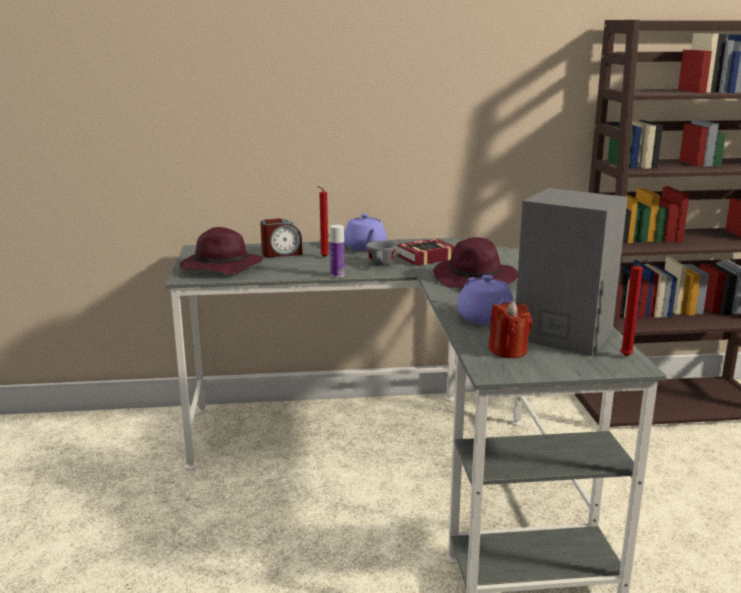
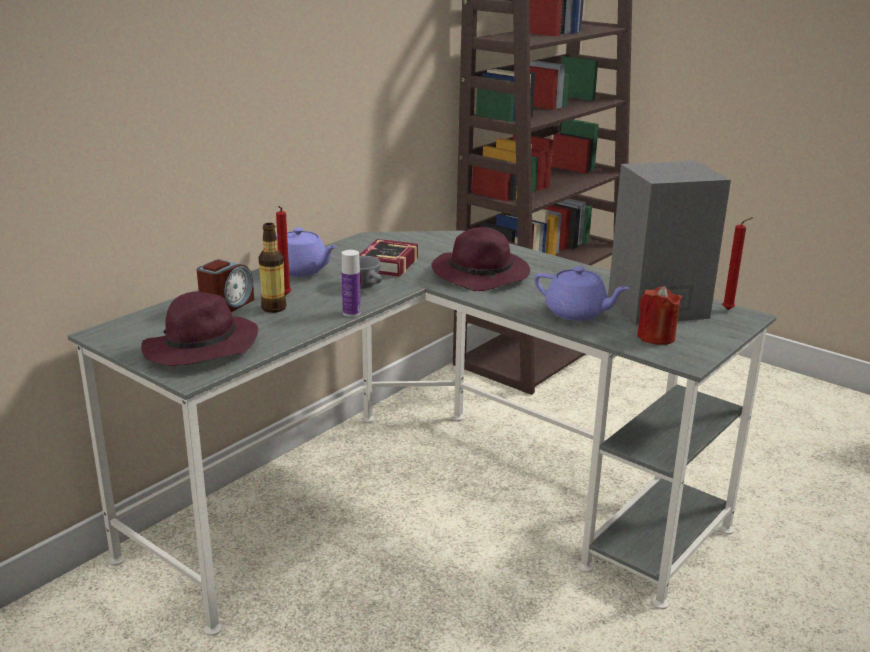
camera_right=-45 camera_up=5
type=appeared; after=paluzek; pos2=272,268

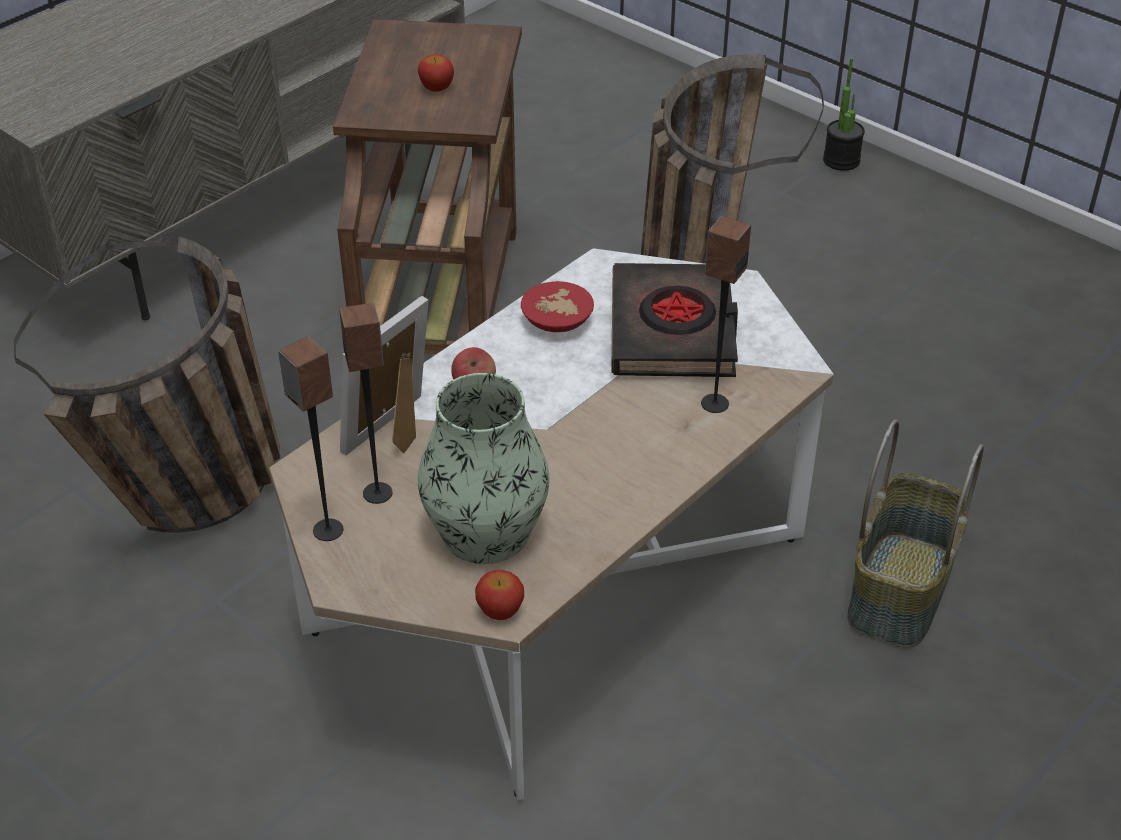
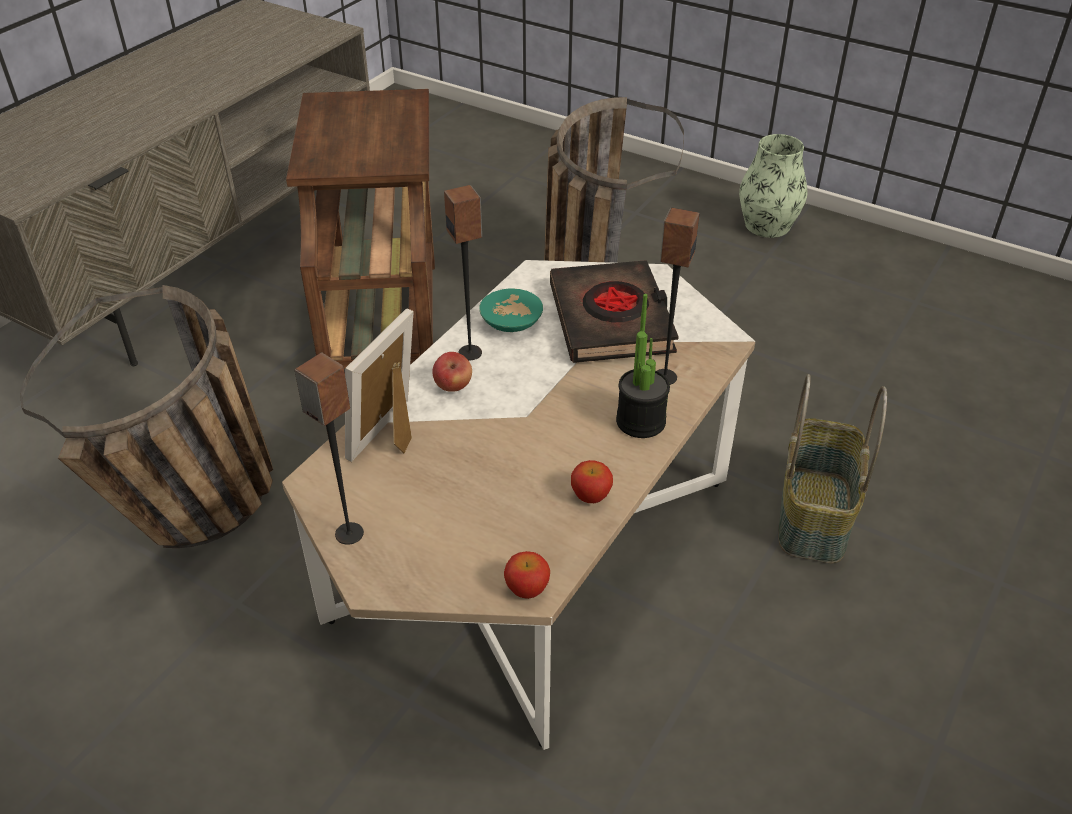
camera_right=-10 camera_up=0
type=relocated; before=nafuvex; pos1=436,73; pos2=592,481
type=relocated; before=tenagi; pos1=844,114; pos2=643,366
type=colour; before=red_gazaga; after=turquoise_gazaga; pos1=557,306; pos2=511,310
type=relocated; before=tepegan; pos1=366,403; pos2=463,272
type=relocated; before=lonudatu; pos1=484,468; pos2=773,186

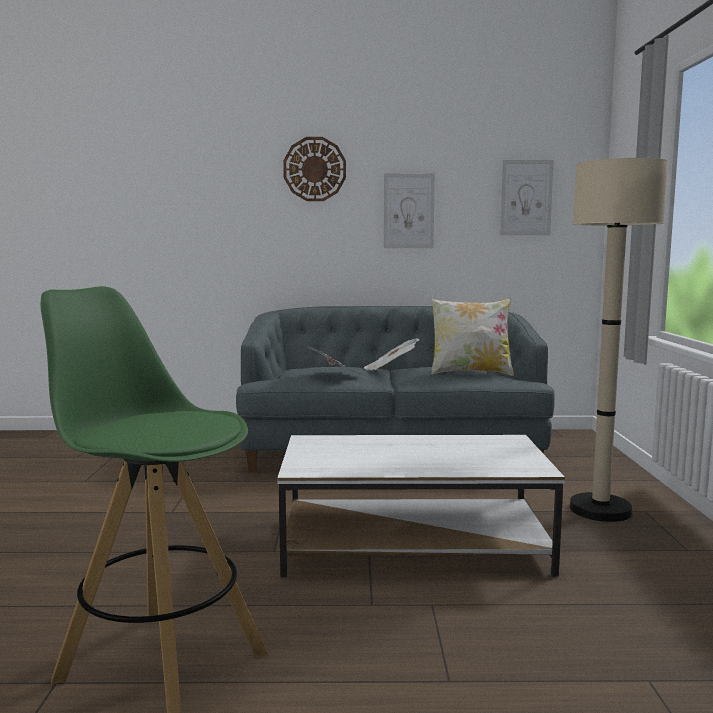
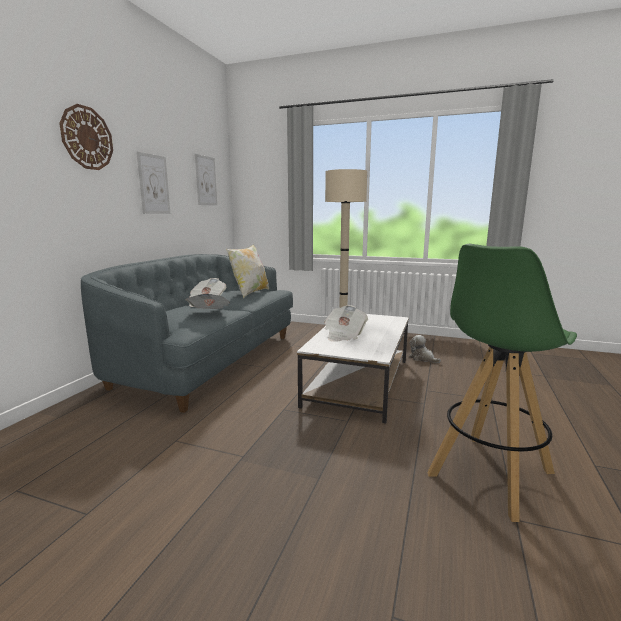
camera_right=-70 camera_up=5
type=appeared; after=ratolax; pos2=346,323
type=appeared; after=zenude; pos2=425,349

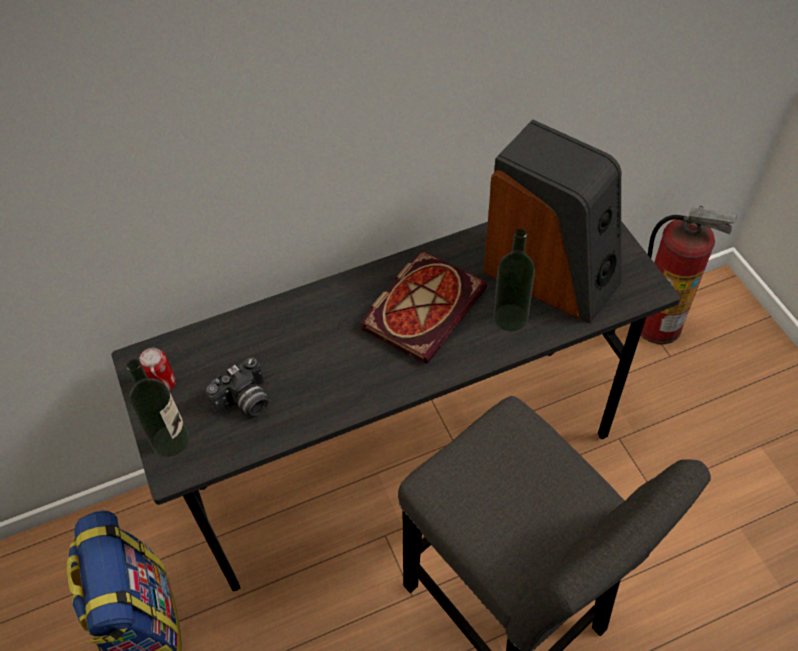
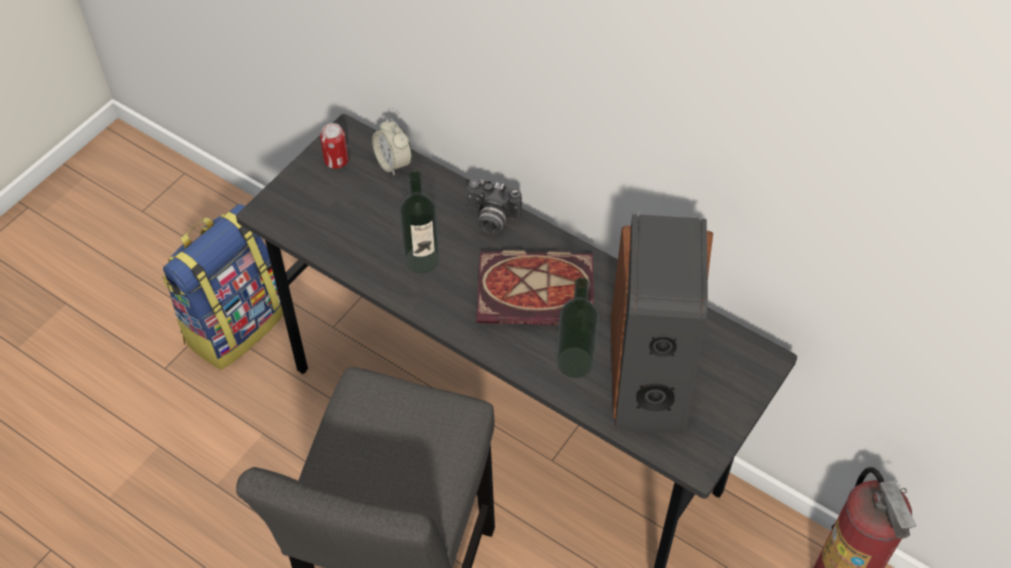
camera_right=55 camera_up=0
type=relocated; before=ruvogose; pos1=237,386; pos2=494,206
type=relocated; before=paluzek; pos1=157,408; pos2=419,222
type=appeared; after=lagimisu; pos2=392,147

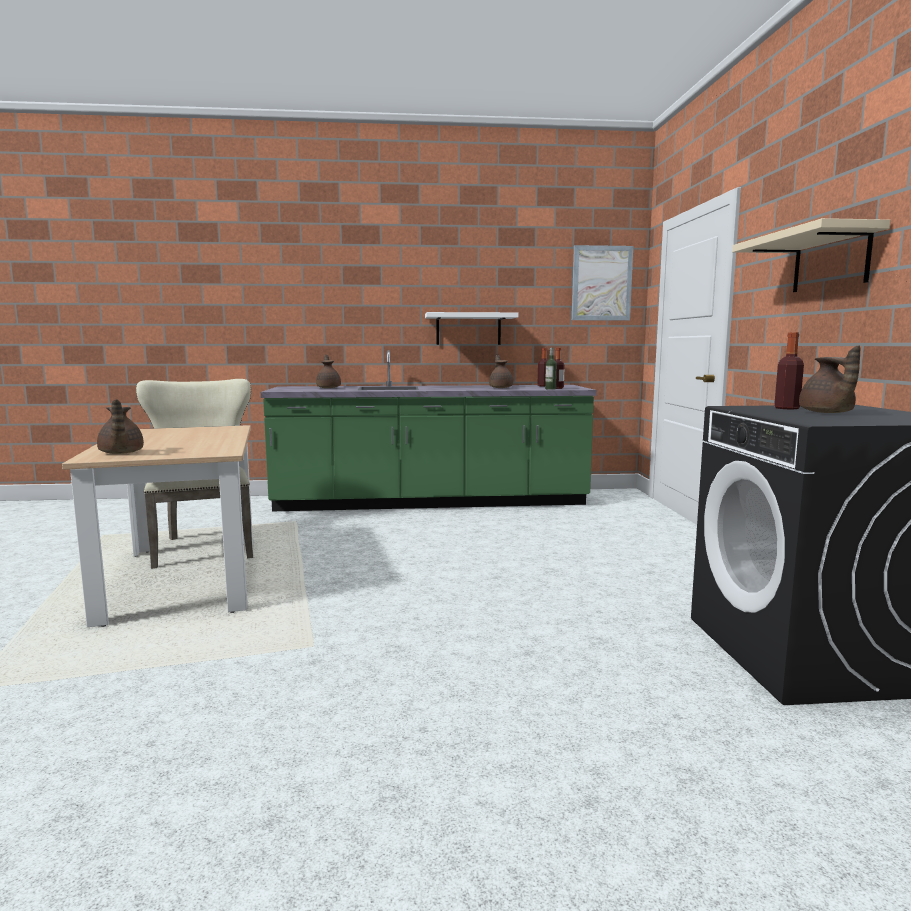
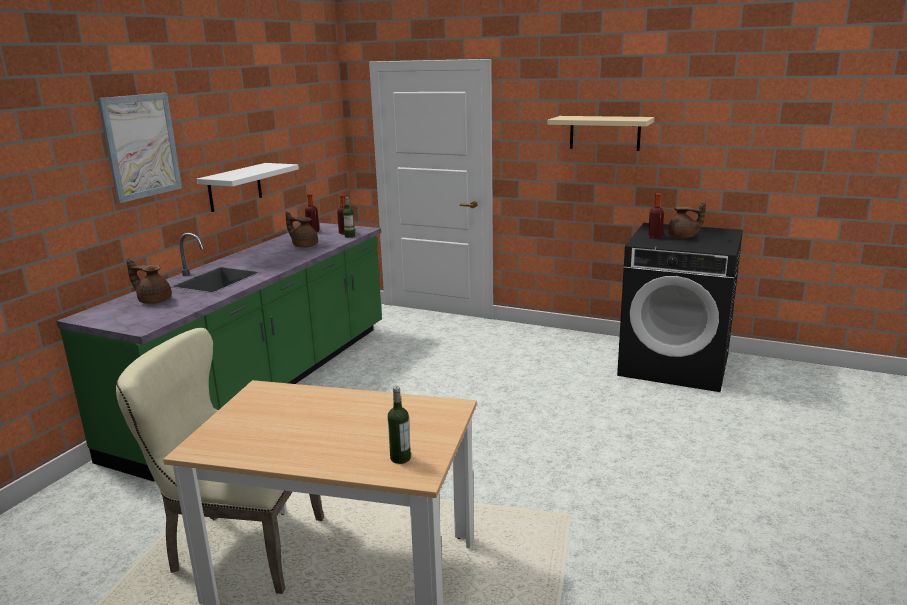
camera_right=-60 camera_up=10
type=relocated; before=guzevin; pos1=602,283; pos2=139,148
type=exchanged; before=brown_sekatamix; after=paluzek; pos1=120,426; pos2=399,425

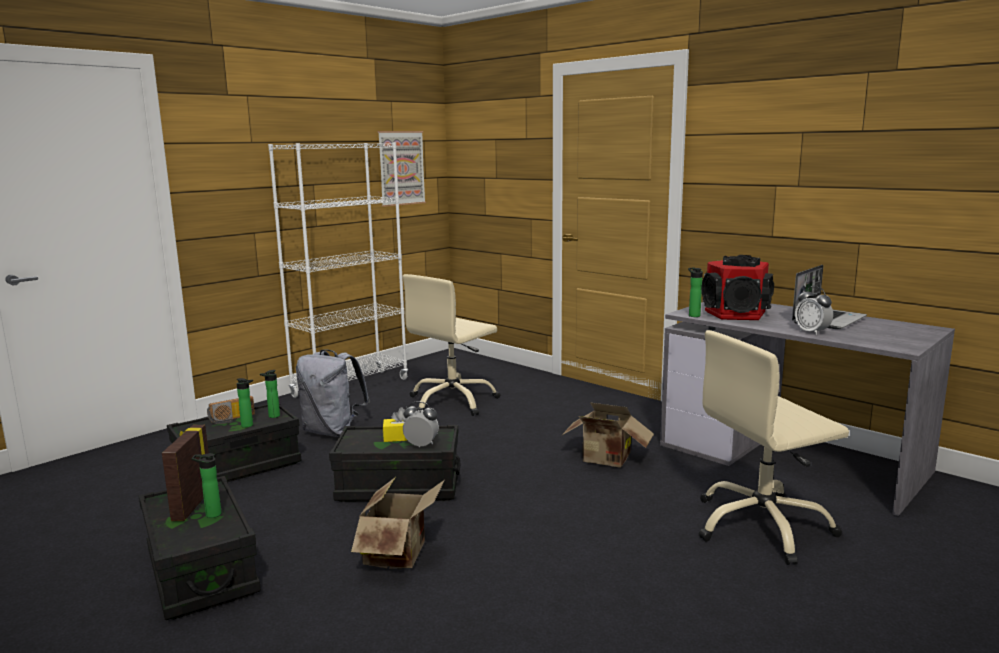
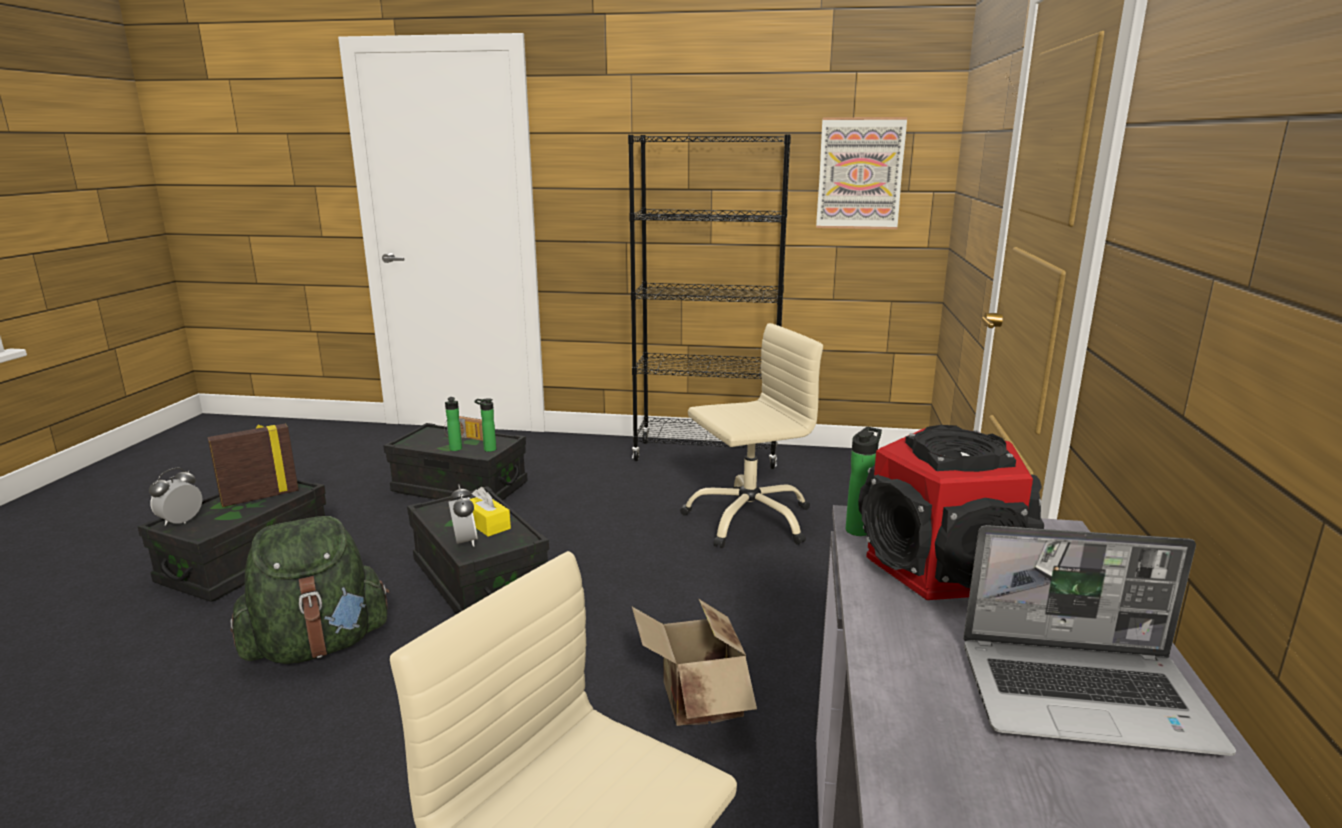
camera_right=55 camera_up=5
type=colour; before=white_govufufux; after=black_govufufux; pos1=338,270; pos2=709,301
type=spun; before=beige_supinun; pos1=451,345; pos2=751,435; turn=150
type=relocated; before=lagimisu; pos1=814,310; pos2=175,497
type=missing; before=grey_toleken; pos1=333,393
type=missing; before=paluzek; pos1=207,485
type=exchanged; before=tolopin; after=green_toleken; pos1=398,523; pos2=310,590

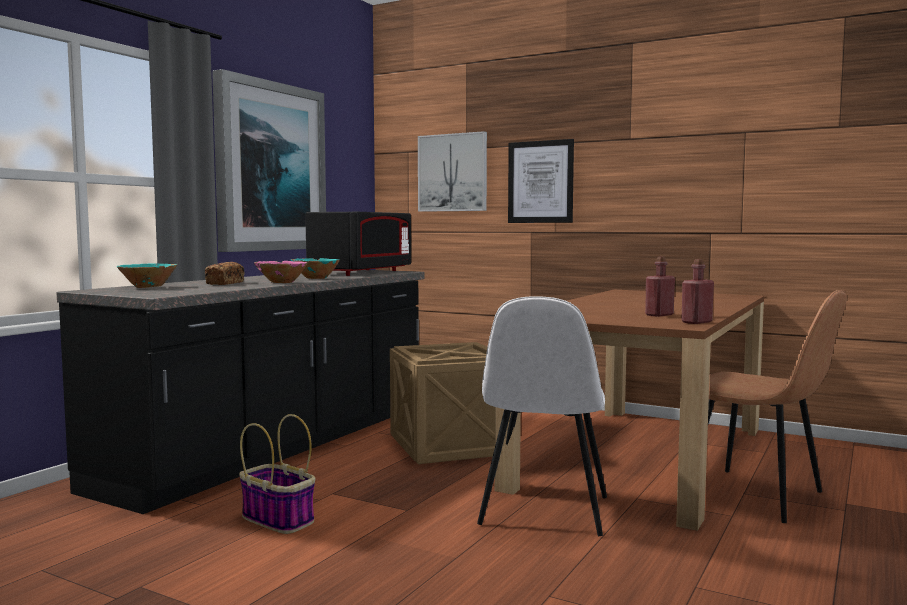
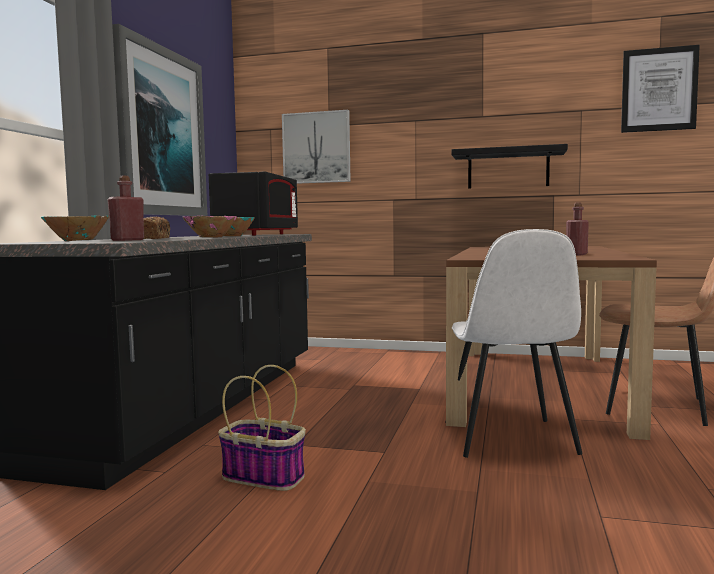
camera_right=-15 camera_up=0
type=relocated; before=guzevin; pos1=541,181; pos2=660,89
type=relocated; before=red_paluzek; pos1=697,291; pos2=125,208
type=missing; before=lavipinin; pos1=442,403
type=appeared; after=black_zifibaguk; pos2=510,166

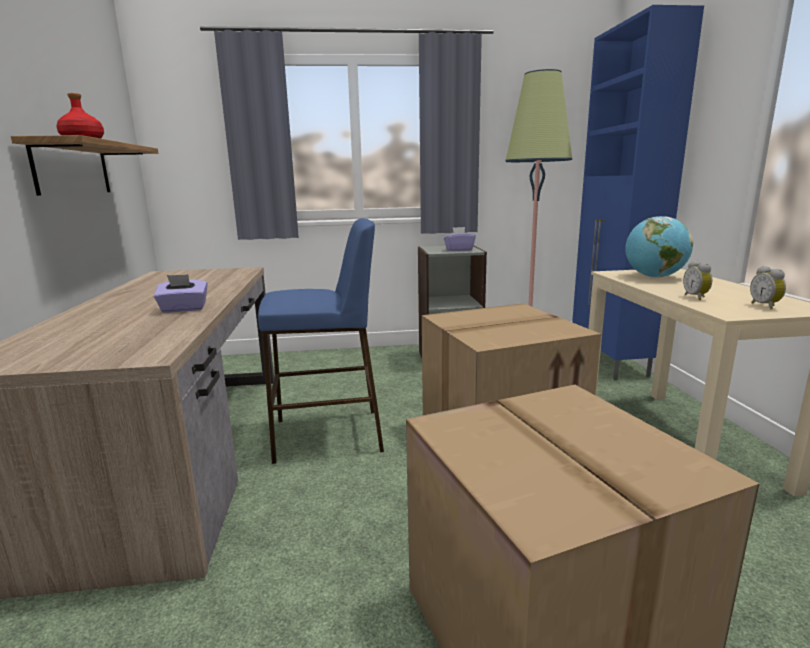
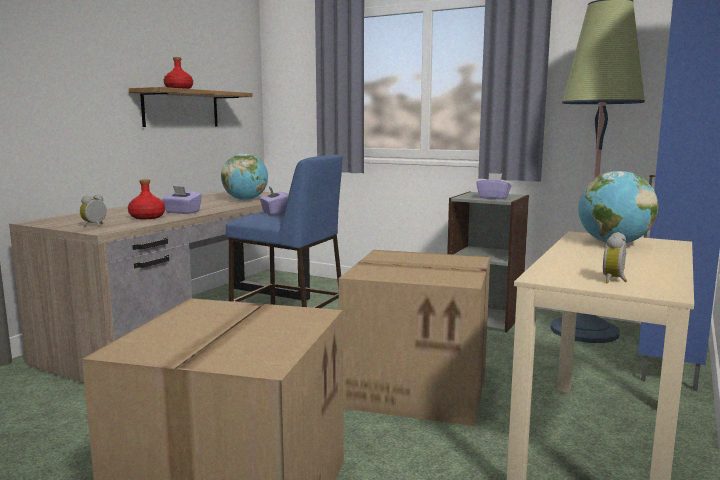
camera_right=35 camera_up=-5
type=relocated; before=lagimisu; pos1=697,280; pos2=93,210
type=appeared; after=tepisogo; pos2=244,176
type=appeared; after=red_paluzek; pos2=146,199
type=appeared; after=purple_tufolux; pos2=274,201

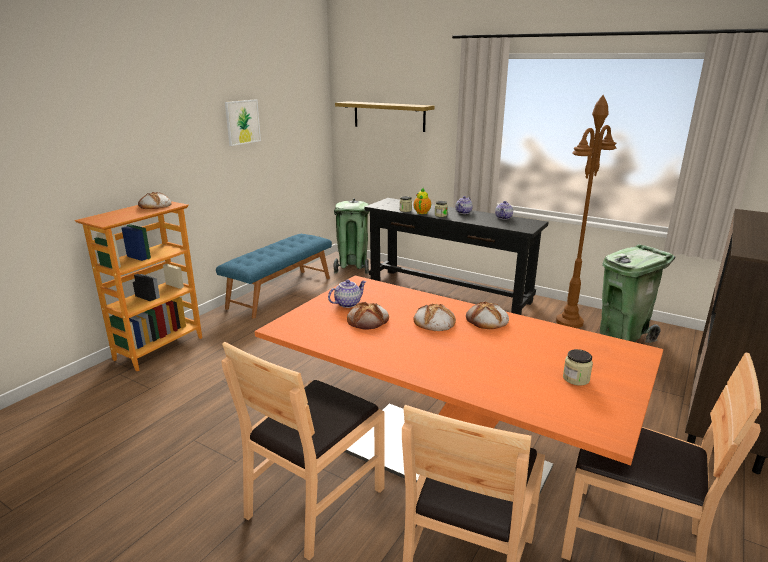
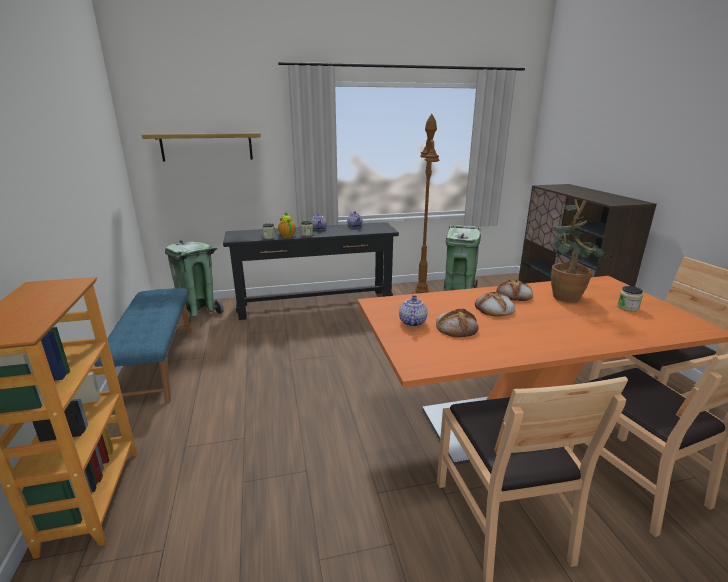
camera_right=-45 camera_up=0
type=missing; before=guzevin; pos1=243,122
type=missing; before=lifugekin; pos1=155,200
type=appeared; after=tenagi; pos2=581,251

